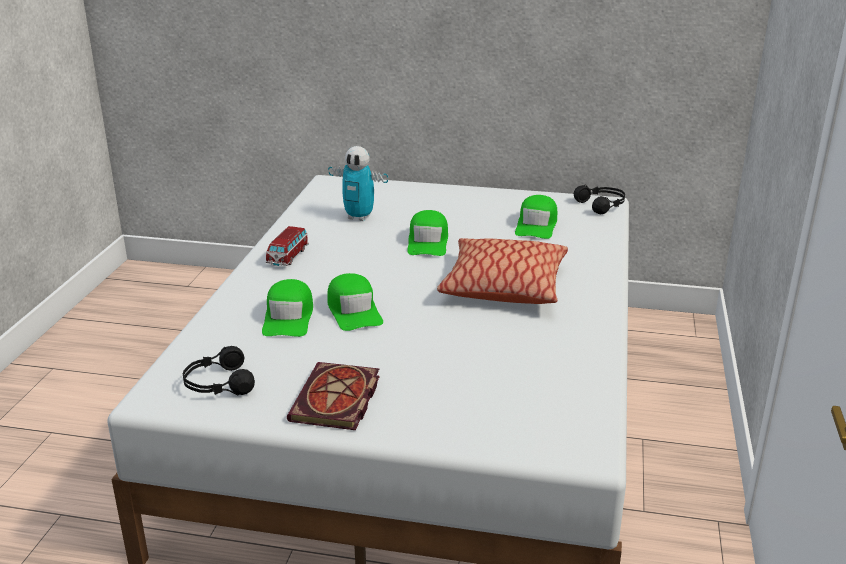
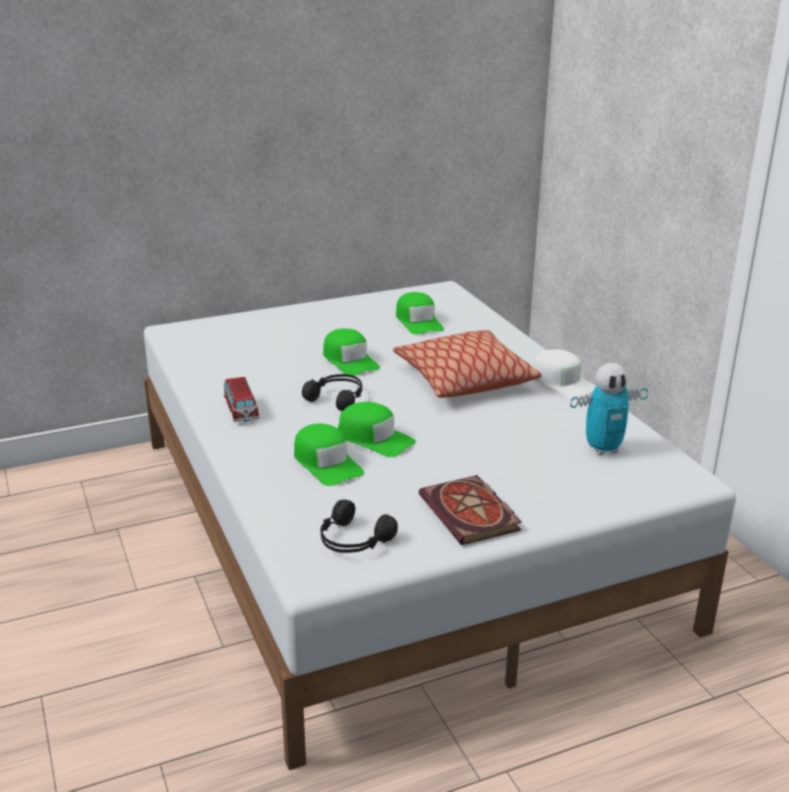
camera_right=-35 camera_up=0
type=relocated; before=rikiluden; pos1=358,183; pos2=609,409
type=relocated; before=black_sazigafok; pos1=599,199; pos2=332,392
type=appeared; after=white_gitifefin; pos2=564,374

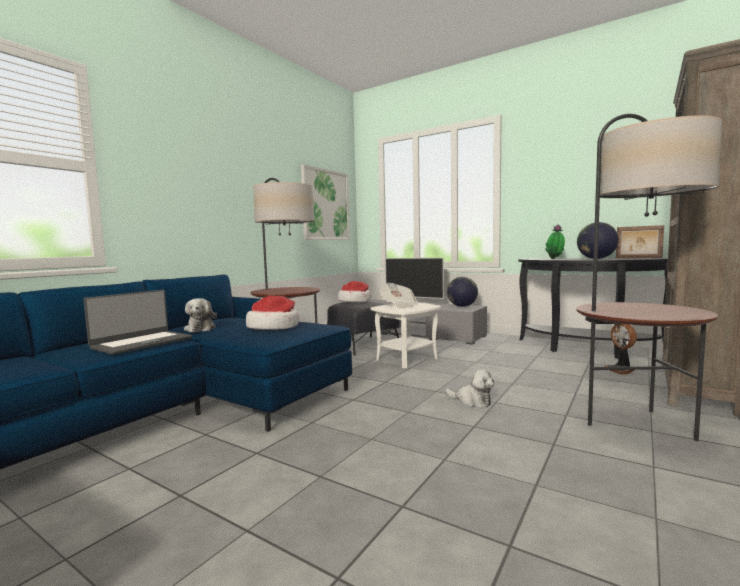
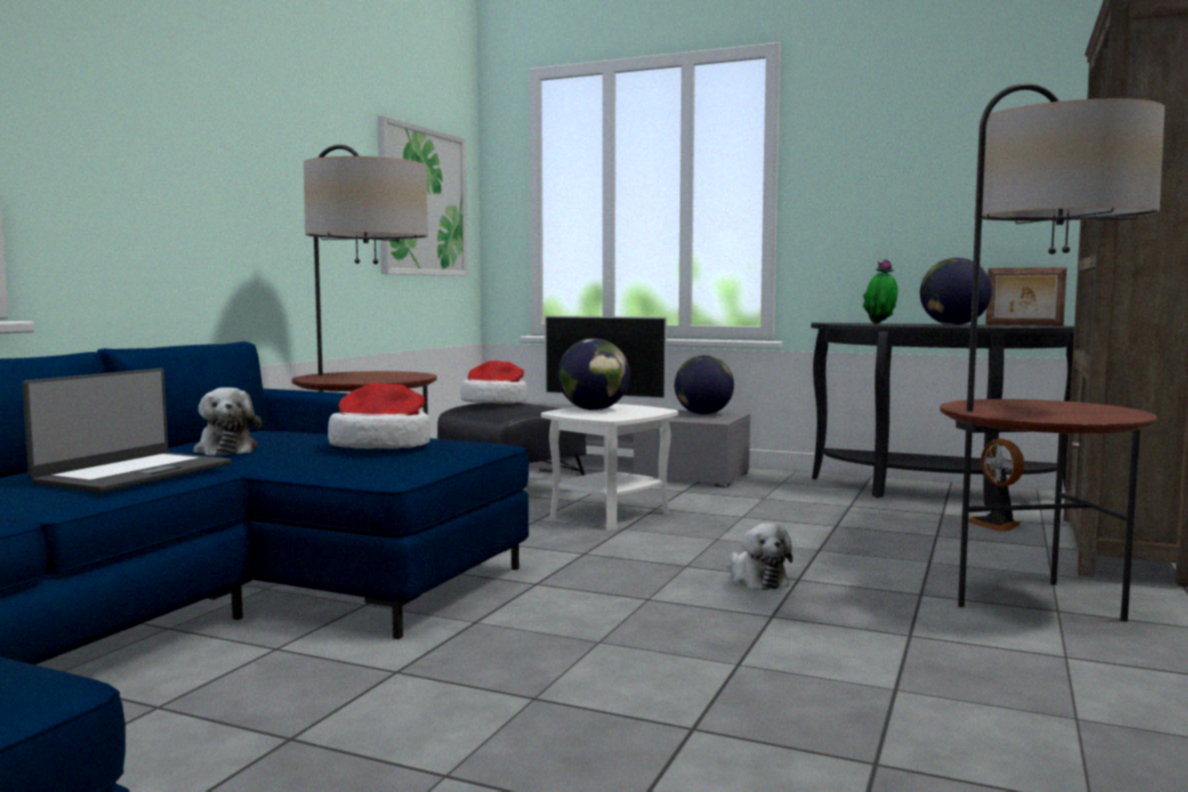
camera_right=-10 camera_up=0
type=exchanged; before=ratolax; after=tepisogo; pos1=398,296; pos2=594,374
type=spun; before=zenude; pos1=470,388; pos2=762,556; turn=45

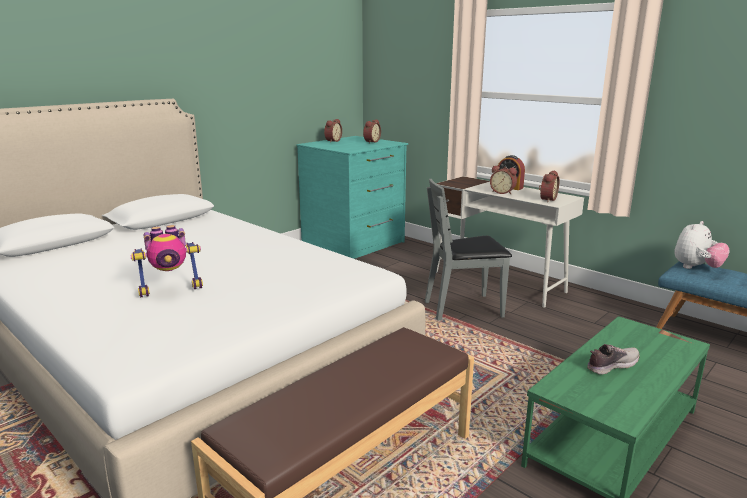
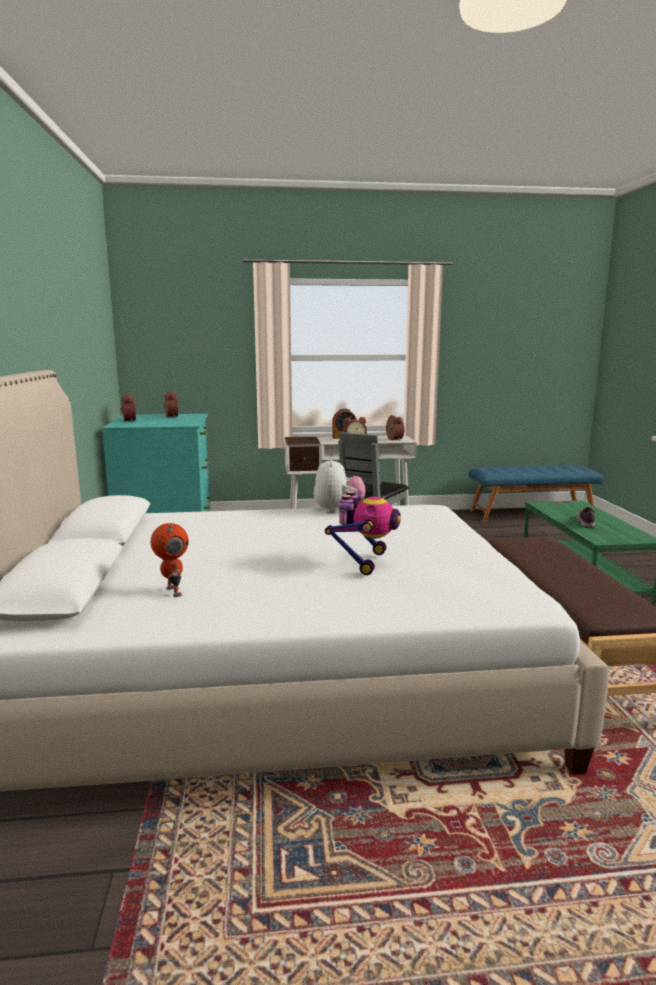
camera_right=-50 camera_up=-5
type=relocated; before=zenude; pos1=702,245; pos2=339,485
type=appeared; after=rikiluden; pos2=170,560

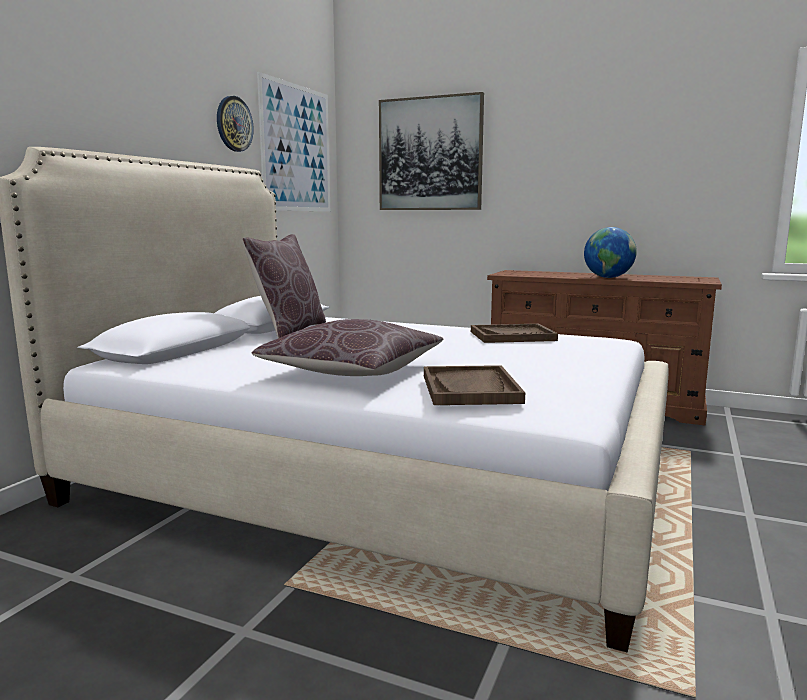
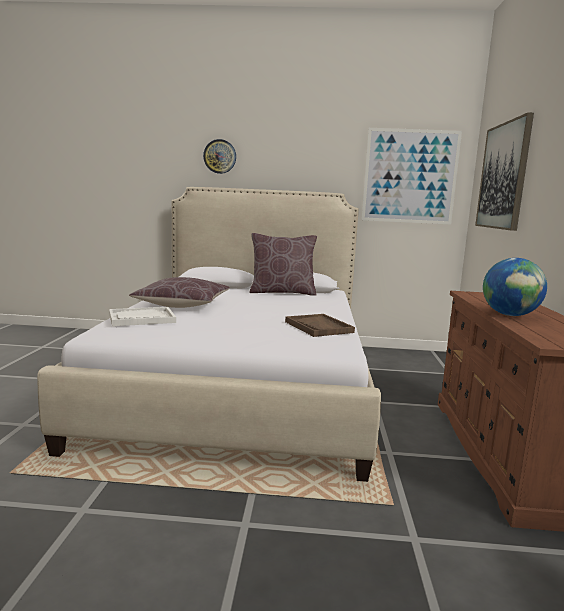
camera_right=70 camera_up=0
type=relocated; before=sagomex; pos1=235,124; pos2=219,156
type=colour; before=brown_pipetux; after=white_pipetux; pos1=474,385; pos2=142,316

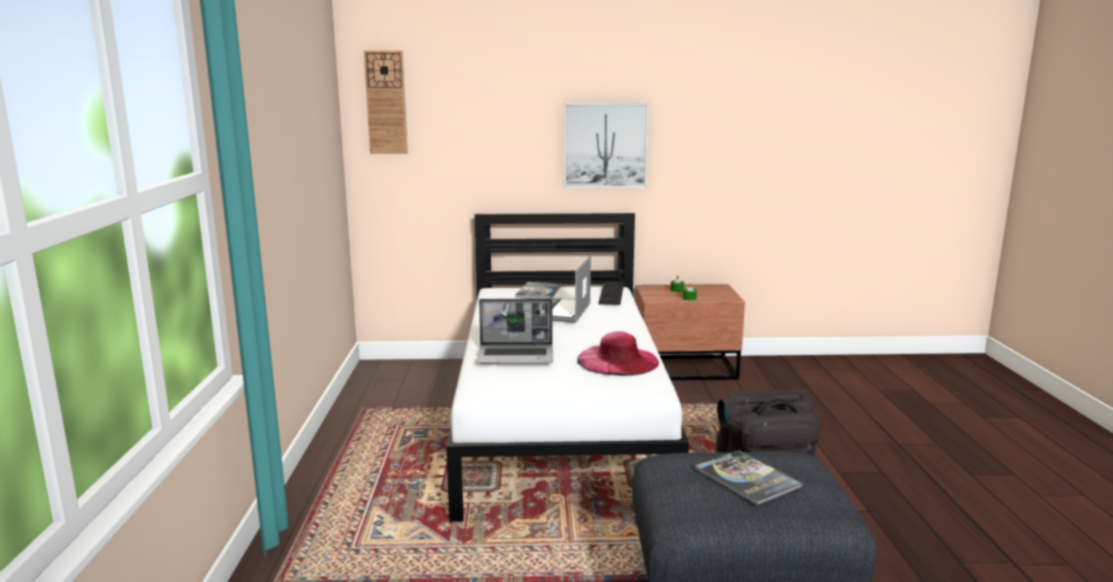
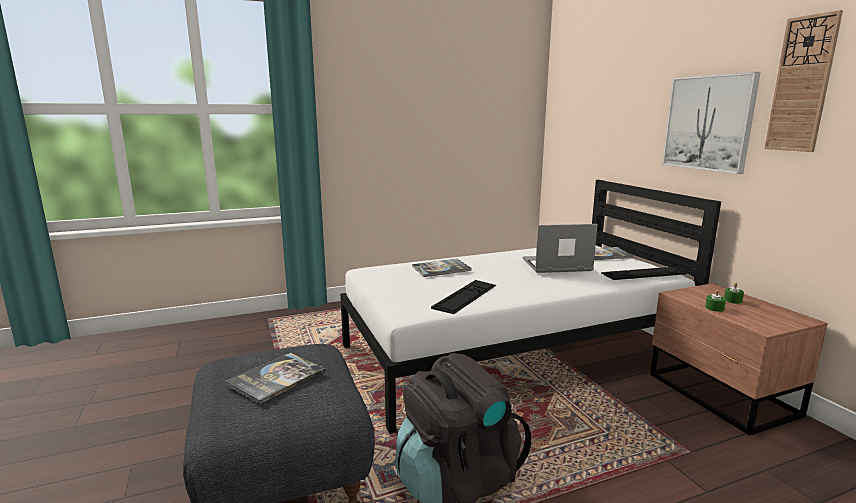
camera_right=70 camera_up=0
type=relocated; before=sagomex; pos1=386,102; pos2=803,81
type=exchanged; before=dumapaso; after=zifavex; pos1=514,331; pos2=442,268
type=exchanged; before=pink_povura; after=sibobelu; pos1=618,353; pos2=463,297

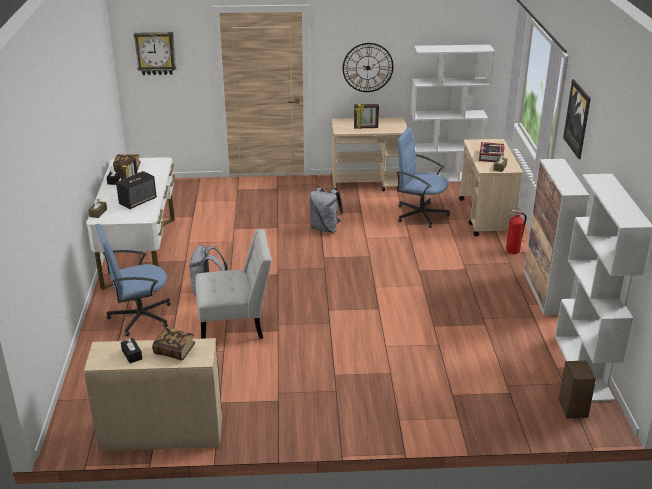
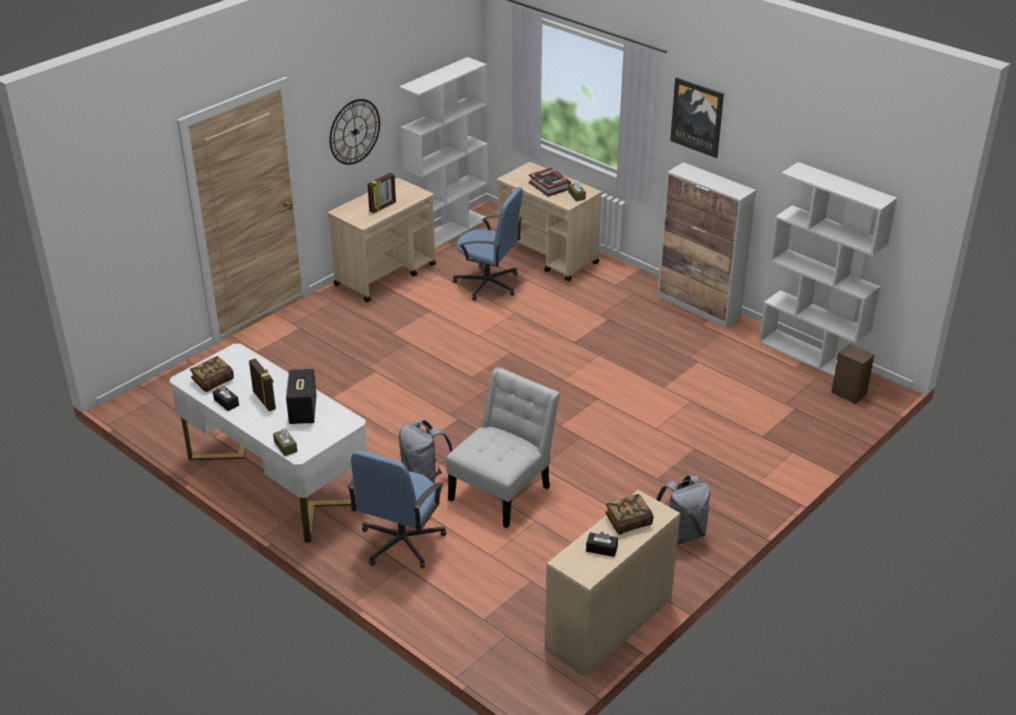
camera_right=-45 camera_up=5
type=missing; before=sagomex; pos1=155,53
type=spun; before=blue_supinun; pos1=423,177; pos2=488,244; turn=-135
type=relocated; before=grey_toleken; pos1=326,210; pos2=683,510
type=missing; before=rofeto; pos1=516,232

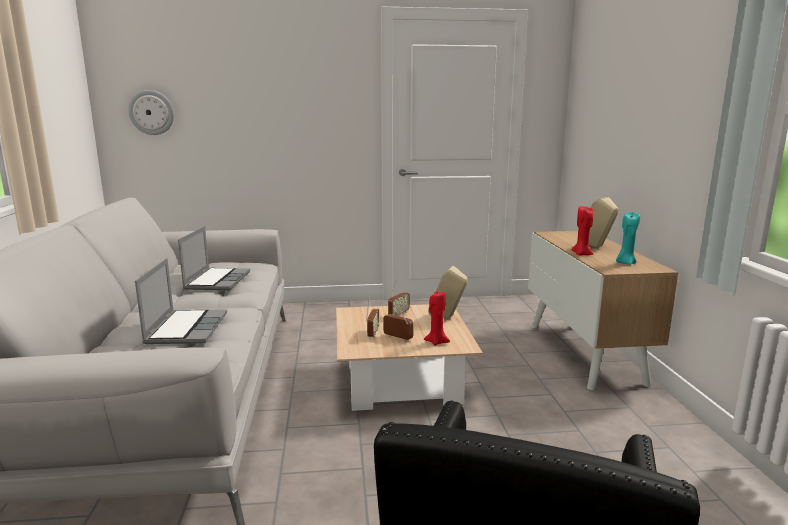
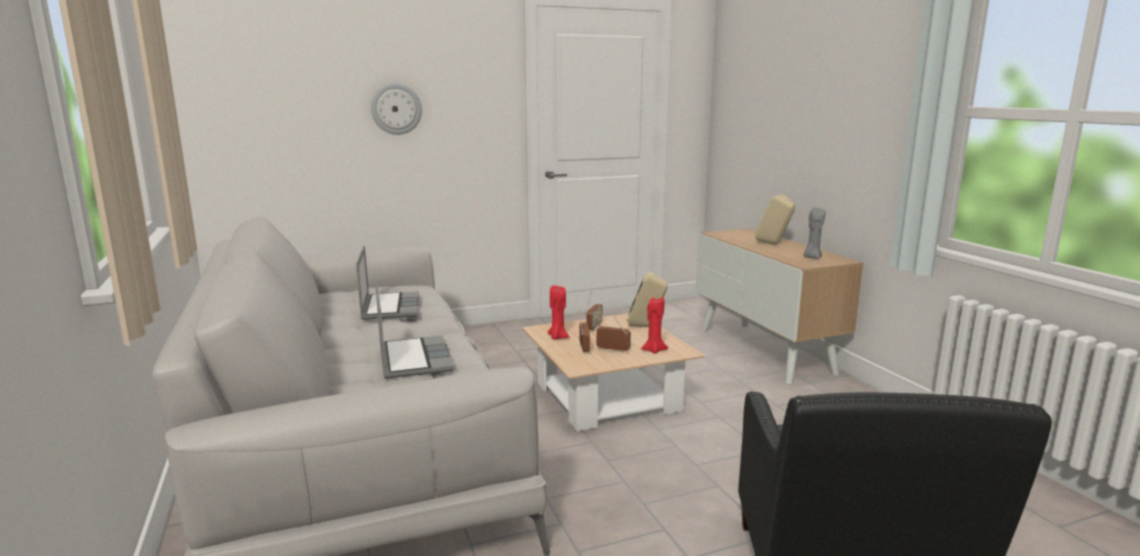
camera_right=-15 camera_up=0
type=relocated; before=sagomex; pos1=151,112; pos2=396,109
type=relocated; before=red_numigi; pos1=582,230; pos2=558,313
type=colour; before=turquoise_numigi; after=grey_numigi; pos1=628,238; pos2=814,233

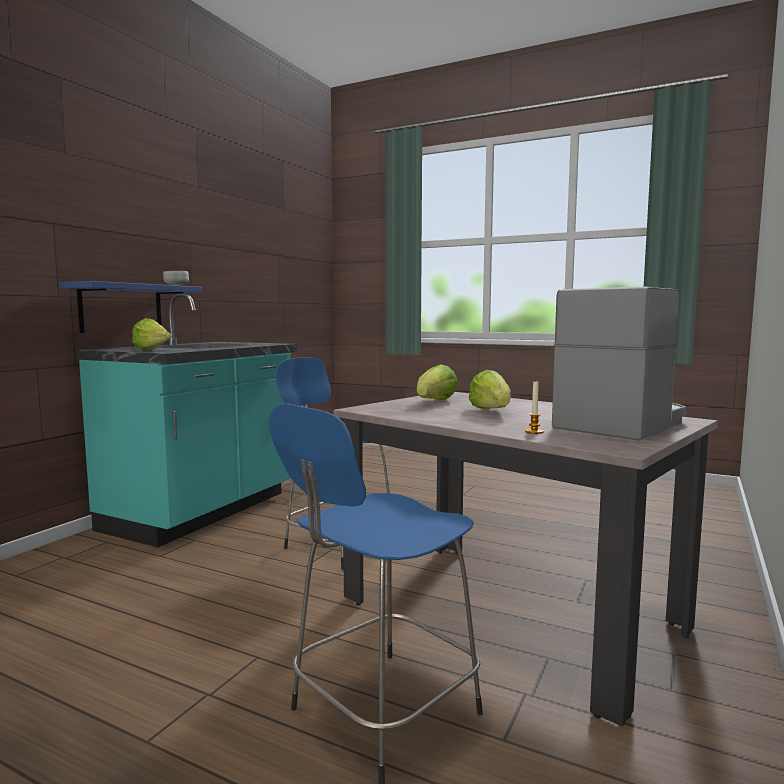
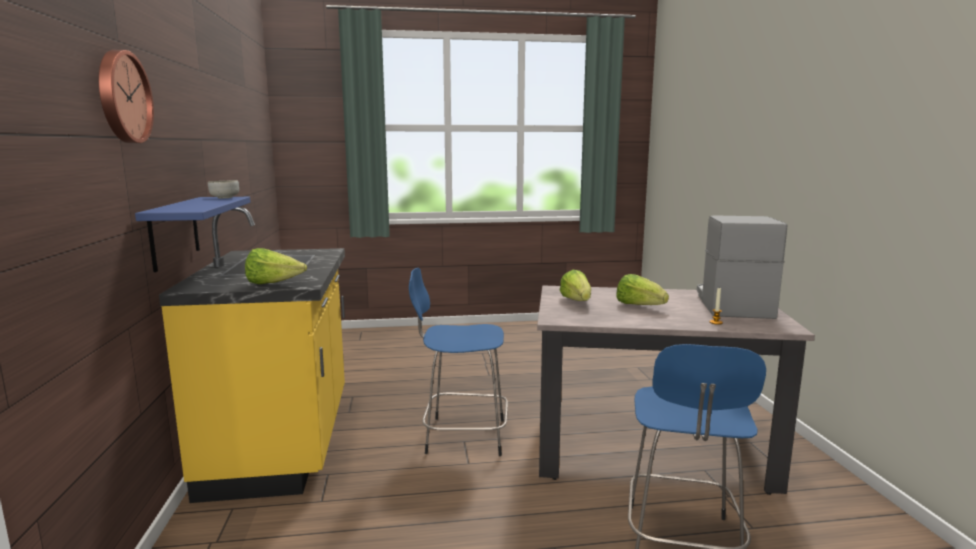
camera_right=-35 camera_up=5
type=colour; before=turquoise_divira; after=yellow_divira; pos1=186,420; pos2=252,355
type=appeared; after=sagomex; pos2=126,96

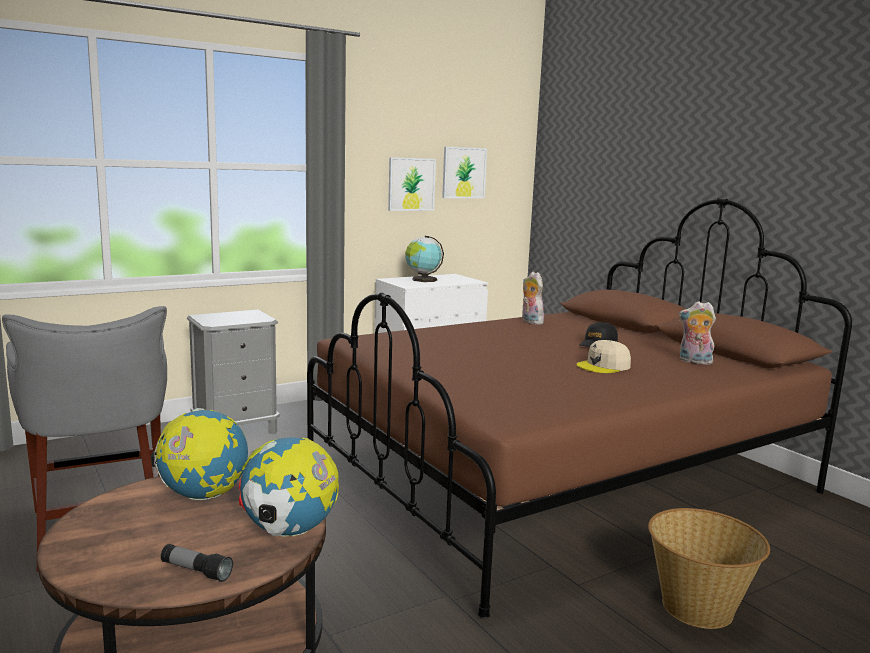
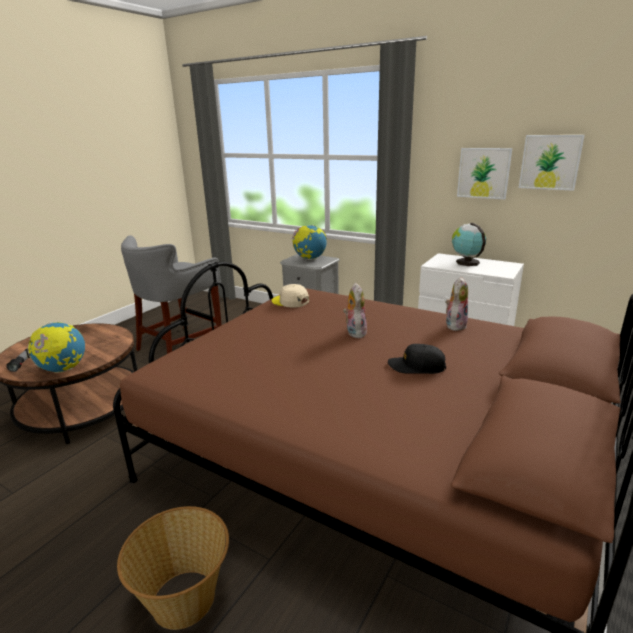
camera_right=65 camera_up=10
type=relocated; before=zenude; pos1=697,333; pos2=355,310
type=relocated; before=beige_gitifefin; pos1=603,356; pos2=290,296
type=relocated; before=tepisogo; pos1=199,454; pos2=309,242

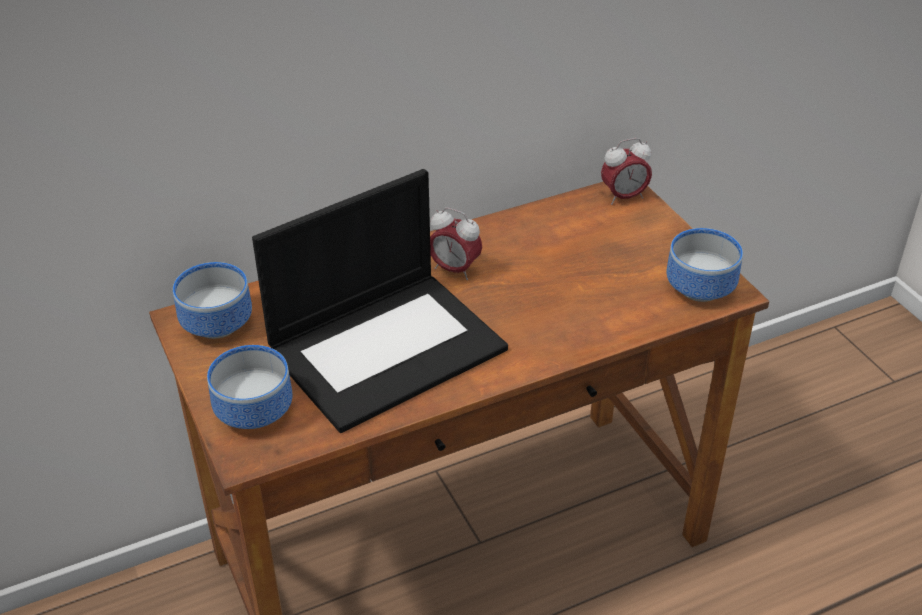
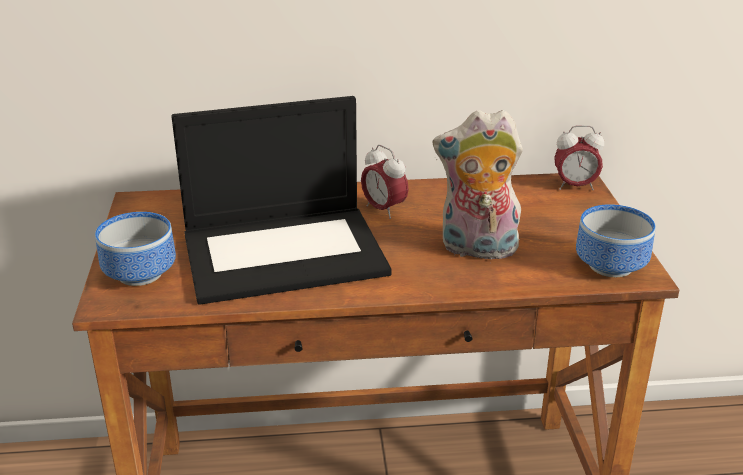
camera_right=20 camera_up=-10
type=missing; before=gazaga; pos1=212,300
type=appeared; after=zenude; pos2=478,184

